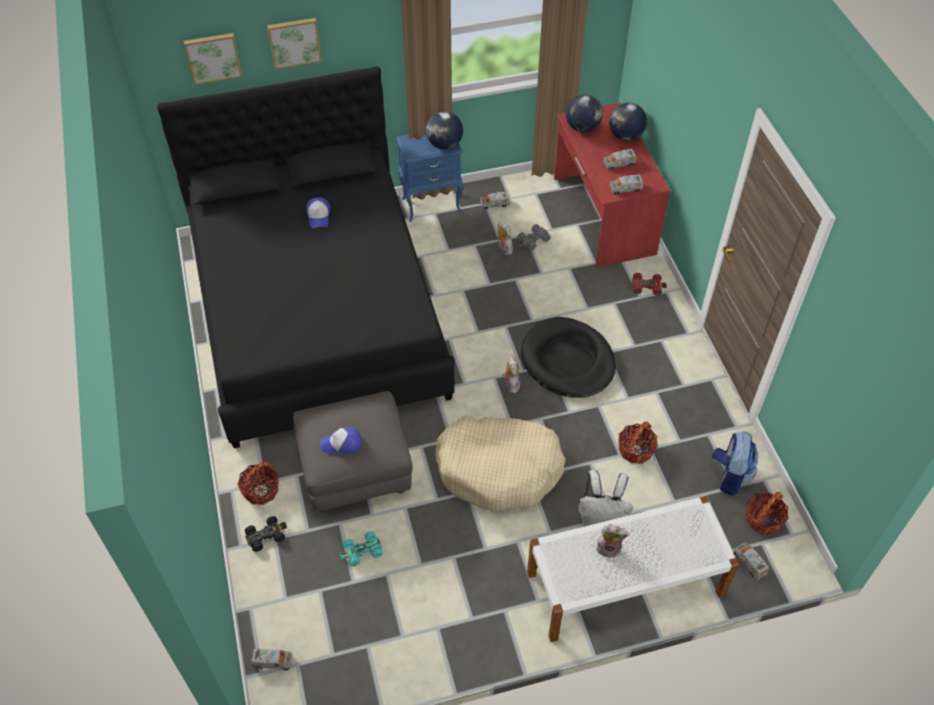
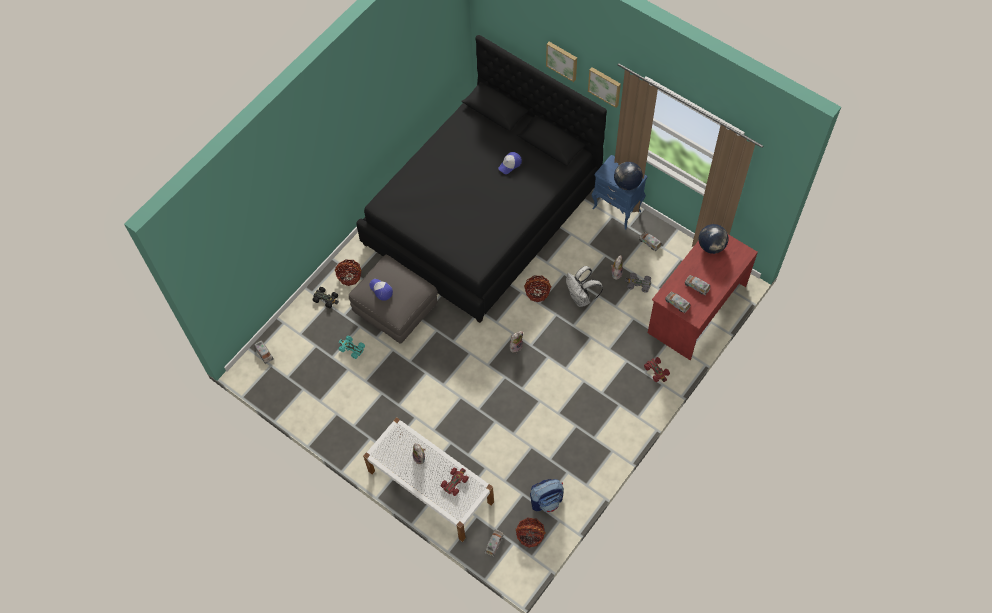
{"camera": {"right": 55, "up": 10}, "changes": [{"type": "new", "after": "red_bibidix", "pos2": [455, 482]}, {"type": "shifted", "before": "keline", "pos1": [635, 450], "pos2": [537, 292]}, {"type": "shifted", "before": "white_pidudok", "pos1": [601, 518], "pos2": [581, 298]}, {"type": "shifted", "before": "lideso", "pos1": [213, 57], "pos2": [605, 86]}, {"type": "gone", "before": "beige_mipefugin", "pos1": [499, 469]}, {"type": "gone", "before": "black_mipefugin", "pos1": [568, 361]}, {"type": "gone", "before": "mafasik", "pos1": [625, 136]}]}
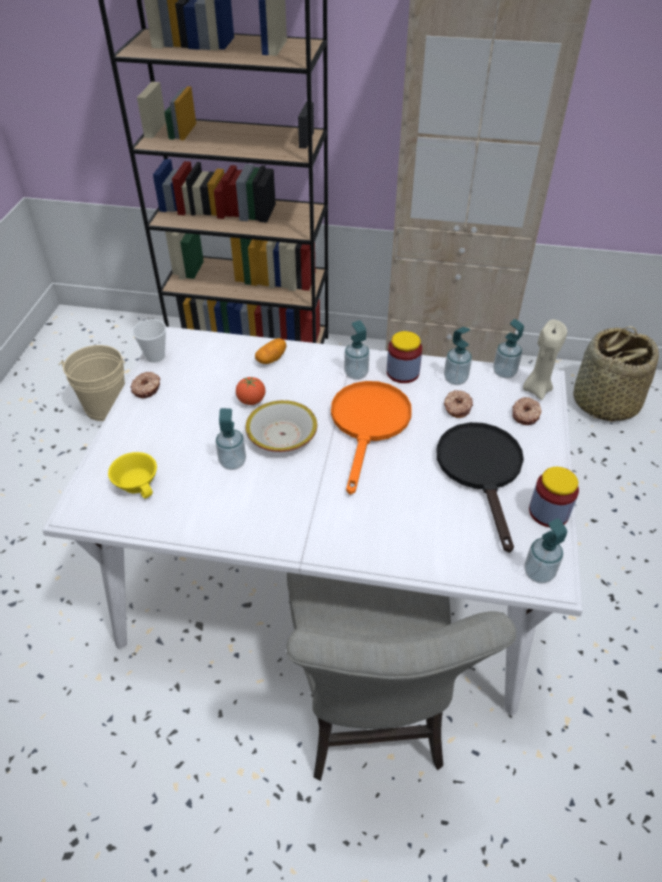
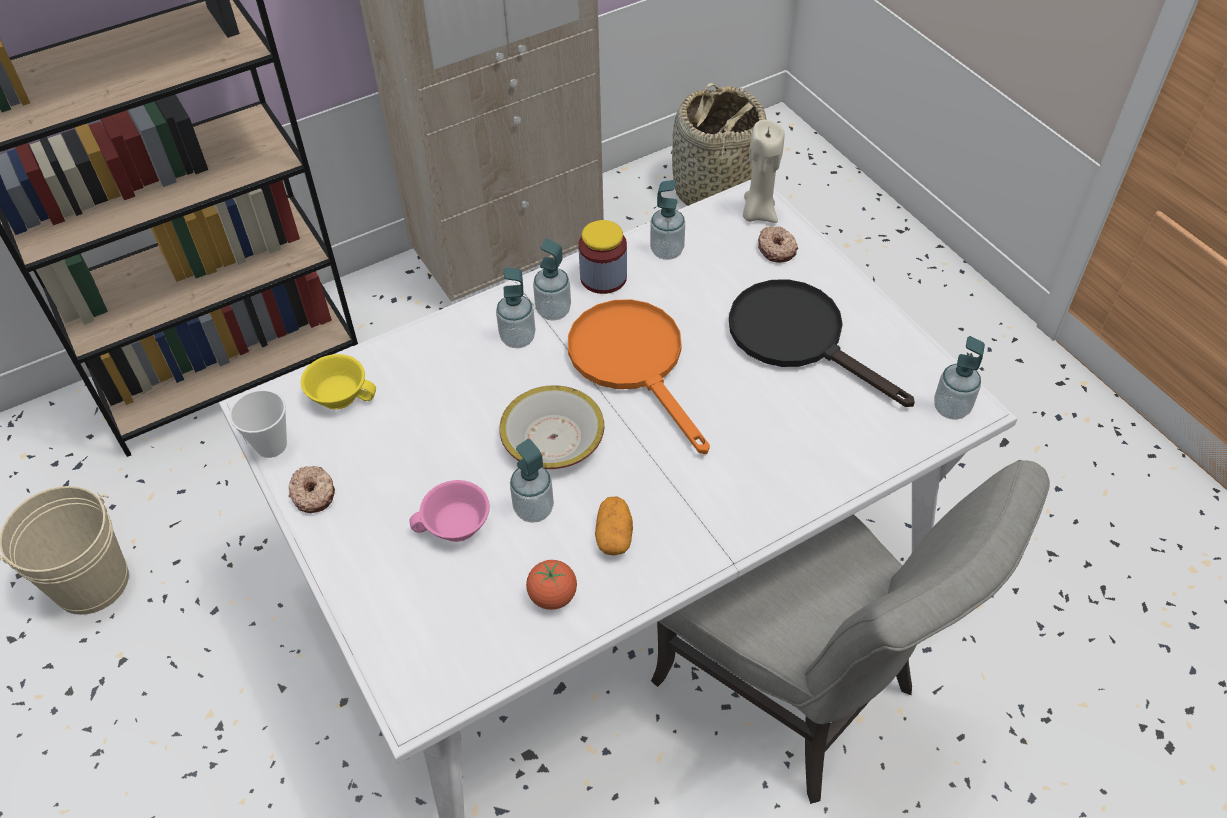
{"camera": {"right": -40, "up": 5}, "changes": [{"type": "shifted", "before": "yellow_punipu", "pos1": [139, 483], "pos2": [341, 393]}, {"type": "new", "after": "pink_punipu", "pos2": [455, 527]}, {"type": "shifted", "before": "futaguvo", "pos1": [504, 372], "pos2": [517, 338]}, {"type": "shifted", "before": "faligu", "pos1": [251, 401], "pos2": [552, 596]}, {"type": "shifted", "before": "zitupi", "pos1": [271, 358], "pos2": [614, 535]}, {"type": "gone", "before": "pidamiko", "pos1": [457, 407]}, {"type": "gone", "before": "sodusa", "pos1": [548, 512]}]}
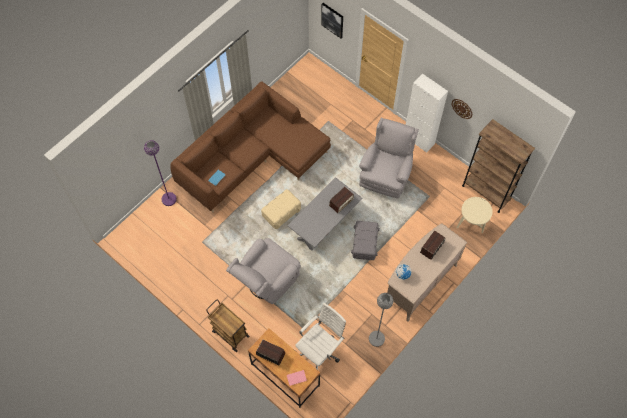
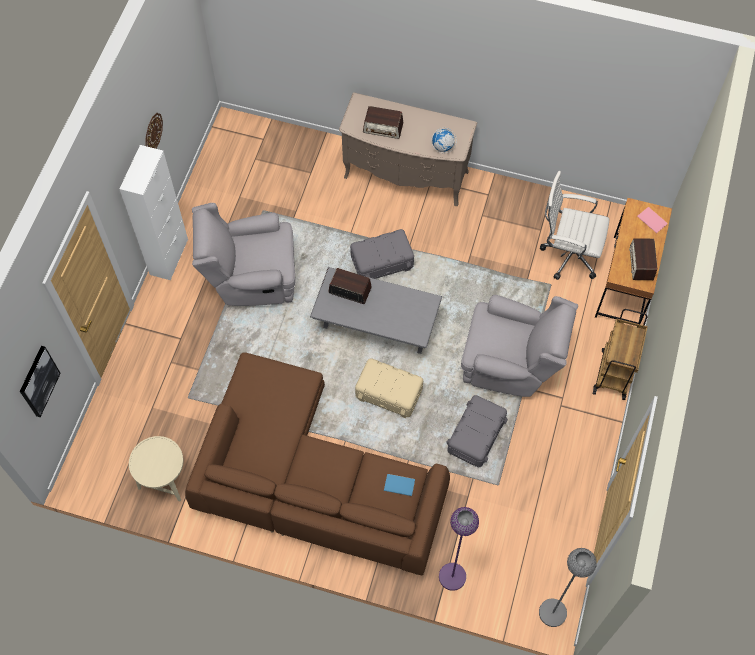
{"camera": {"right": -115, "up": 0}, "changes": [{"type": "shifted", "before": "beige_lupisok", "pos1": [471, 224], "pos2": [165, 480]}, {"type": "new", "after": "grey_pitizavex", "pos2": [476, 436]}, {"type": "shifted", "before": "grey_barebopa", "pos1": [376, 339], "pos2": [552, 612]}, {"type": "gone", "before": "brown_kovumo", "pos1": [486, 192]}]}
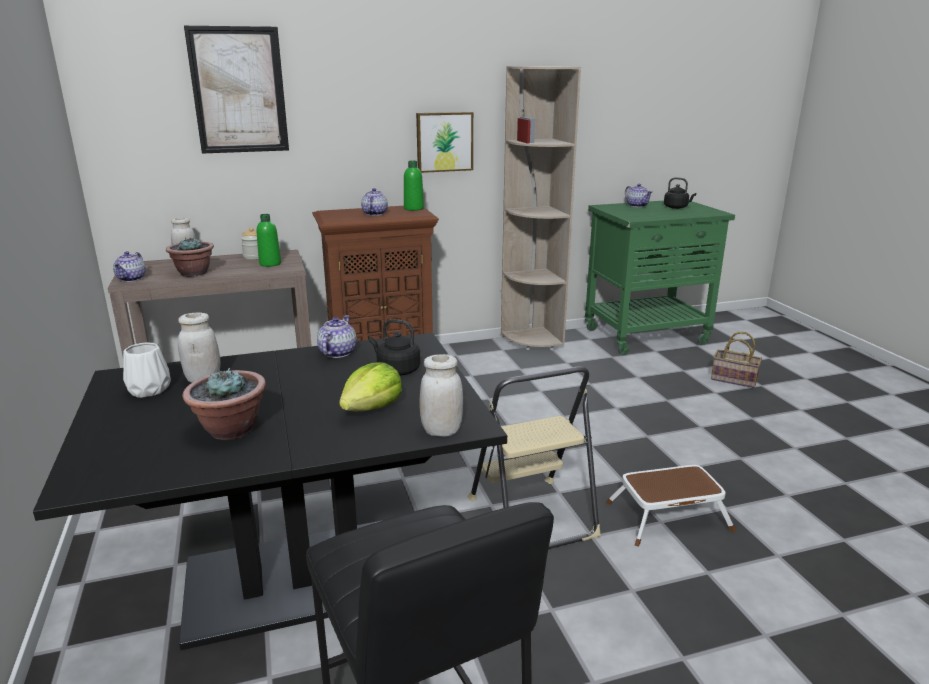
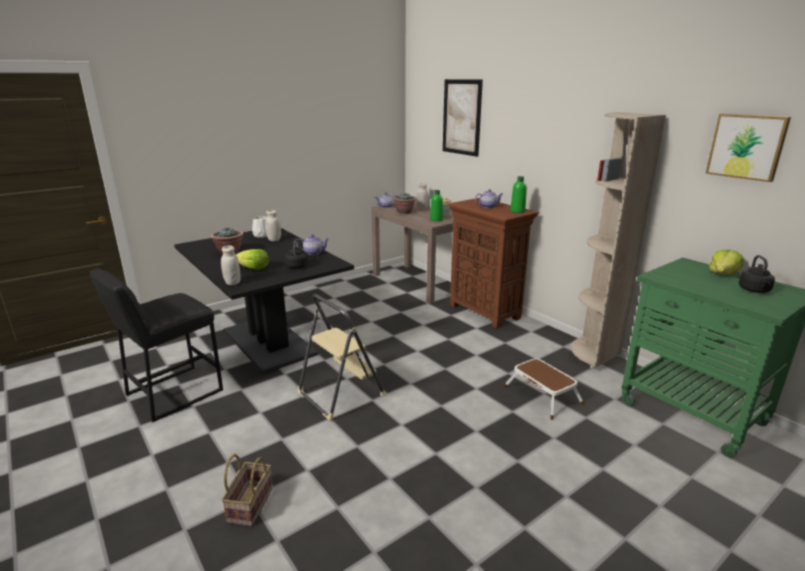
{"camera": {"right": 70, "up": 0}, "changes": [{"type": "shifted", "before": "keline", "pos1": [732, 380], "pos2": [250, 503]}, {"type": "shifted", "before": "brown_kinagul", "pos1": [669, 516], "pos2": [542, 395]}, {"type": "shifted", "before": "lideso", "pos1": [444, 141], "pos2": [747, 146]}, {"type": "swapped", "before": "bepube", "after": "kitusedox", "pos1": [637, 205], "pos2": [722, 274]}]}
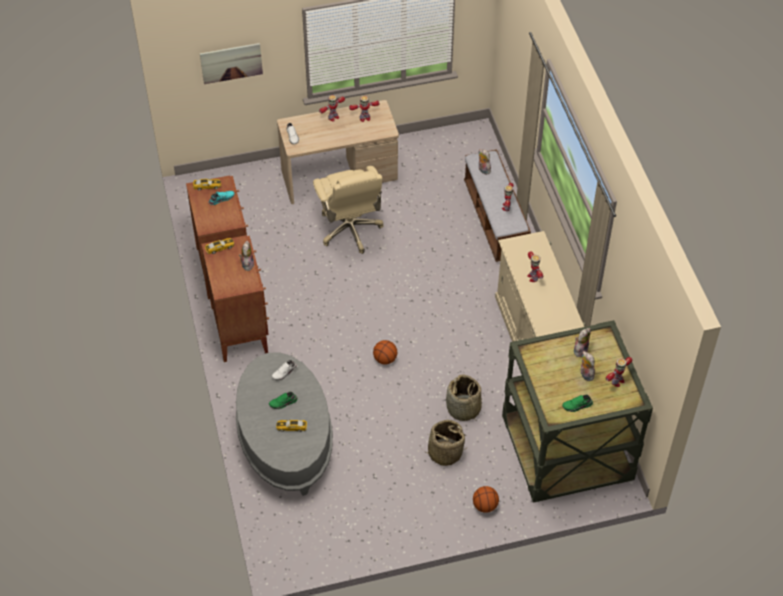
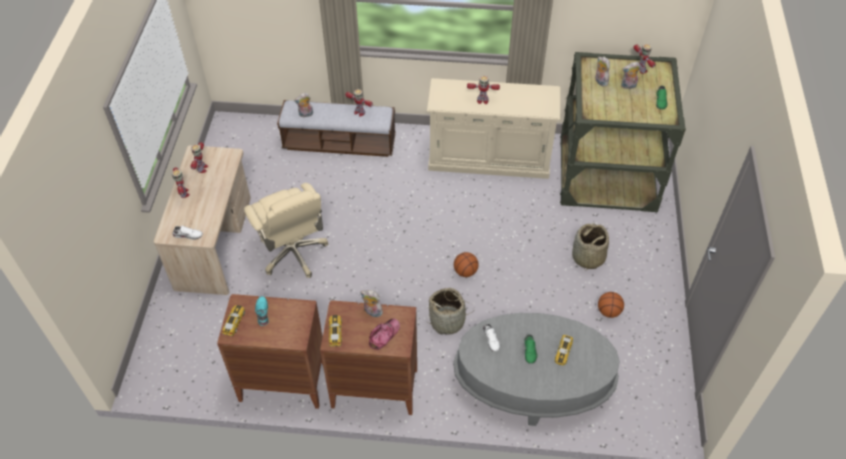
{"camera": {"right": -70, "up": 0}, "changes": [{"type": "rotated", "before": "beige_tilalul", "pos1": [350, 231], "pos2": [293, 254], "turn": 60}, {"type": "new", "after": "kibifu", "pos2": [384, 335]}, {"type": "shifted", "before": "keline", "pos1": [463, 409], "pos2": [447, 321]}, {"type": "shifted", "before": "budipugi", "pos1": [485, 506], "pos2": [608, 311]}, {"type": "gone", "before": "lideso", "pos1": [231, 63]}]}
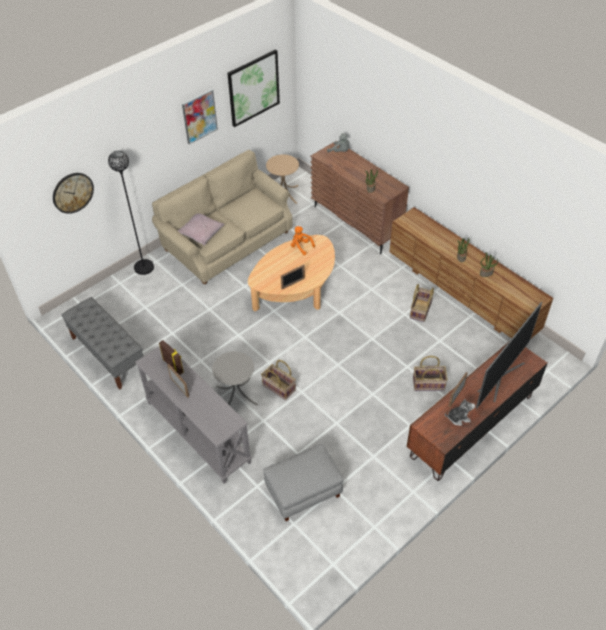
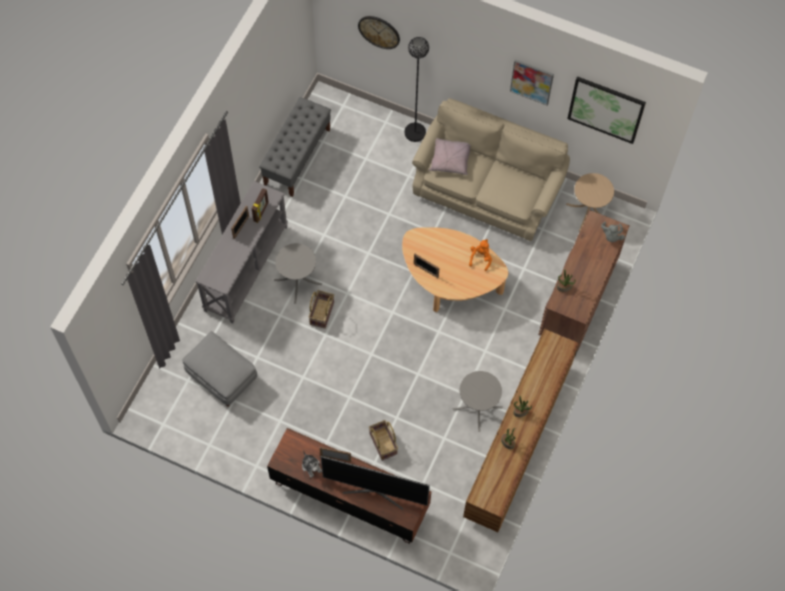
{"camera": {"right": 65, "up": 15}, "changes": [{"type": "swapped", "before": "keline", "after": "grey_lupisok", "pos1": [421, 310], "pos2": [477, 408]}]}
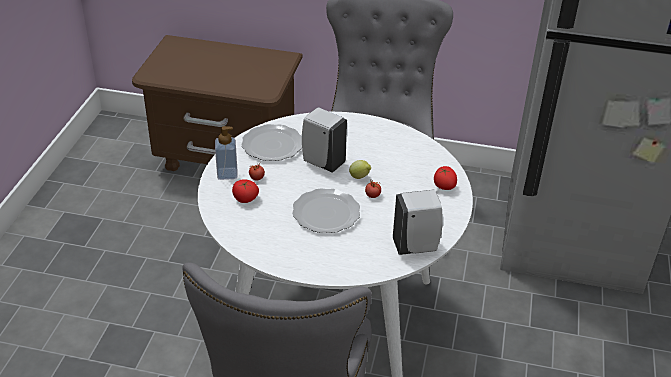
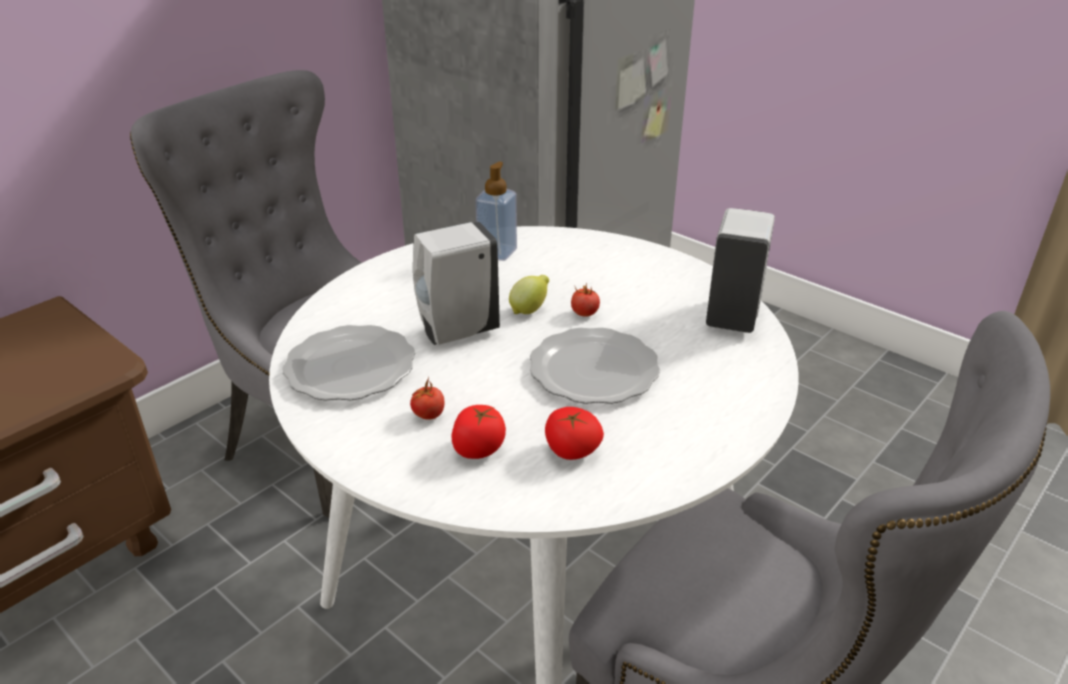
{"camera": {"right": -60, "up": -5}, "changes": [{"type": "shifted", "before": "futaguvo", "pos1": [227, 174], "pos2": [497, 252]}, {"type": "shifted", "before": "faligu", "pos1": [444, 186], "pos2": [571, 451]}]}
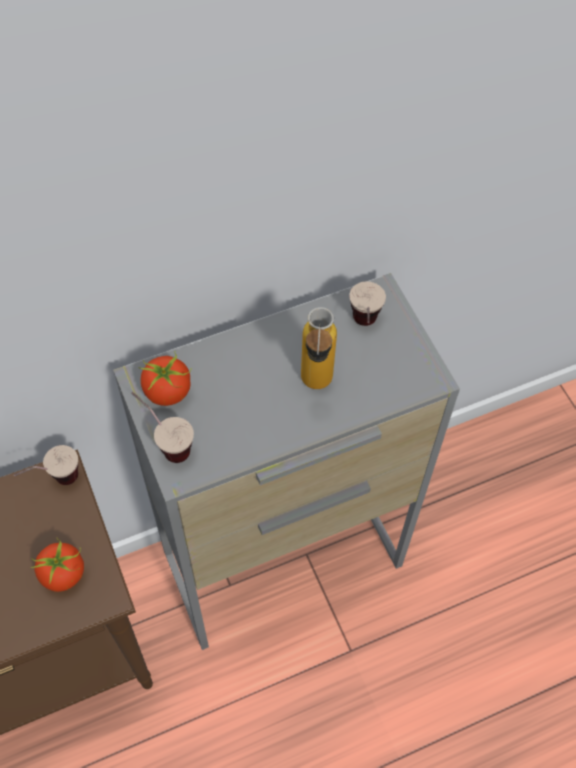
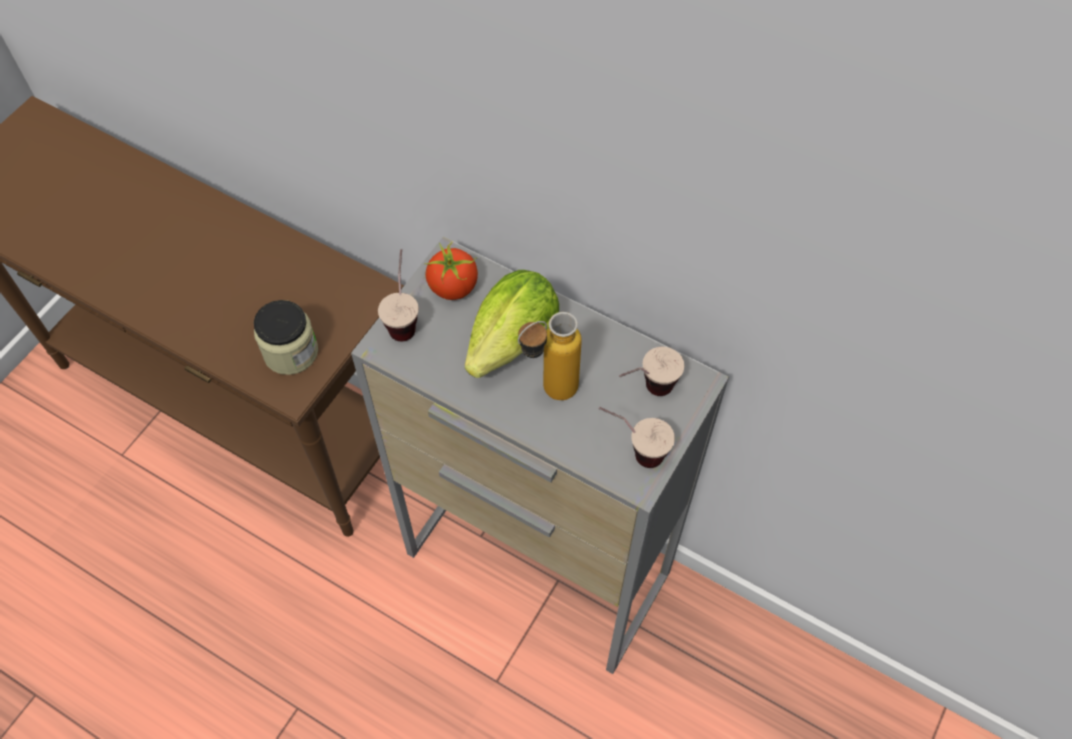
{"camera": {"right": 55, "up": 0}, "changes": [{"type": "swapped", "before": "faligu", "after": "sodusa", "pos1": [64, 573], "pos2": [291, 352]}, {"type": "new", "after": "kitusedox", "pos2": [508, 347]}, {"type": "shifted", "before": "punipu", "pos1": [54, 482], "pos2": [632, 451]}]}
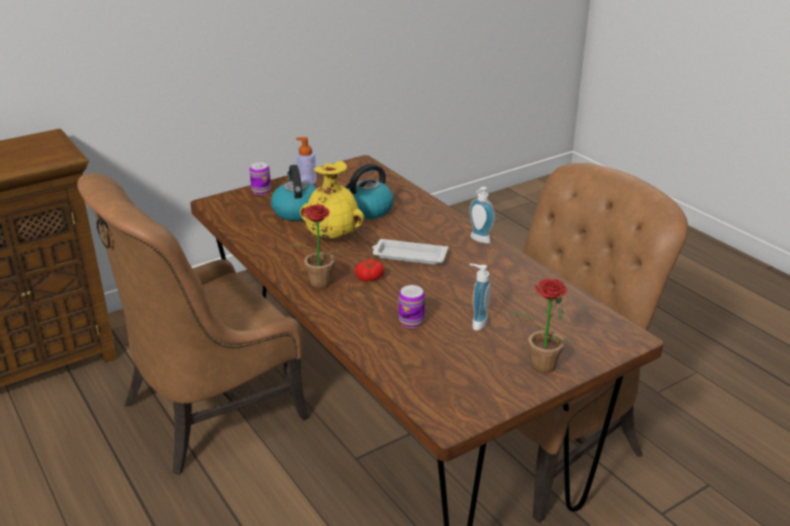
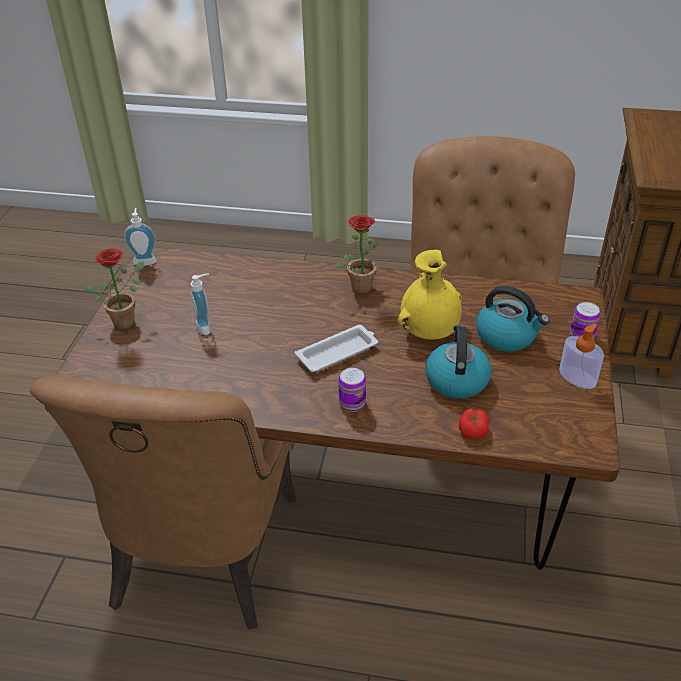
{"camera": {"right": 135, "up": 10}, "changes": [{"type": "shifted", "before": "futaguvo", "pos1": [478, 240], "pos2": [145, 260]}, {"type": "shifted", "before": "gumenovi", "pos1": [411, 321], "pos2": [352, 403]}, {"type": "shifted", "before": "faligu", "pos1": [370, 277], "pos2": [473, 430]}]}
